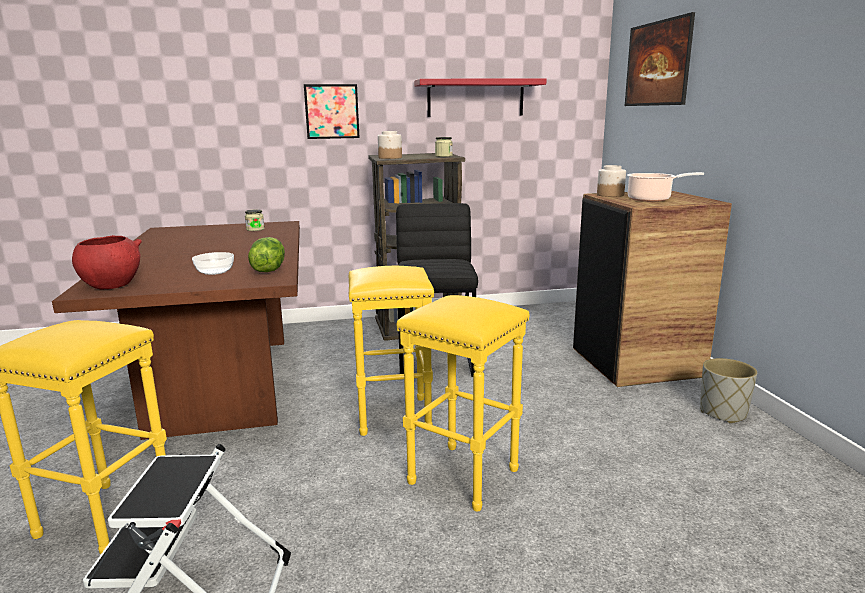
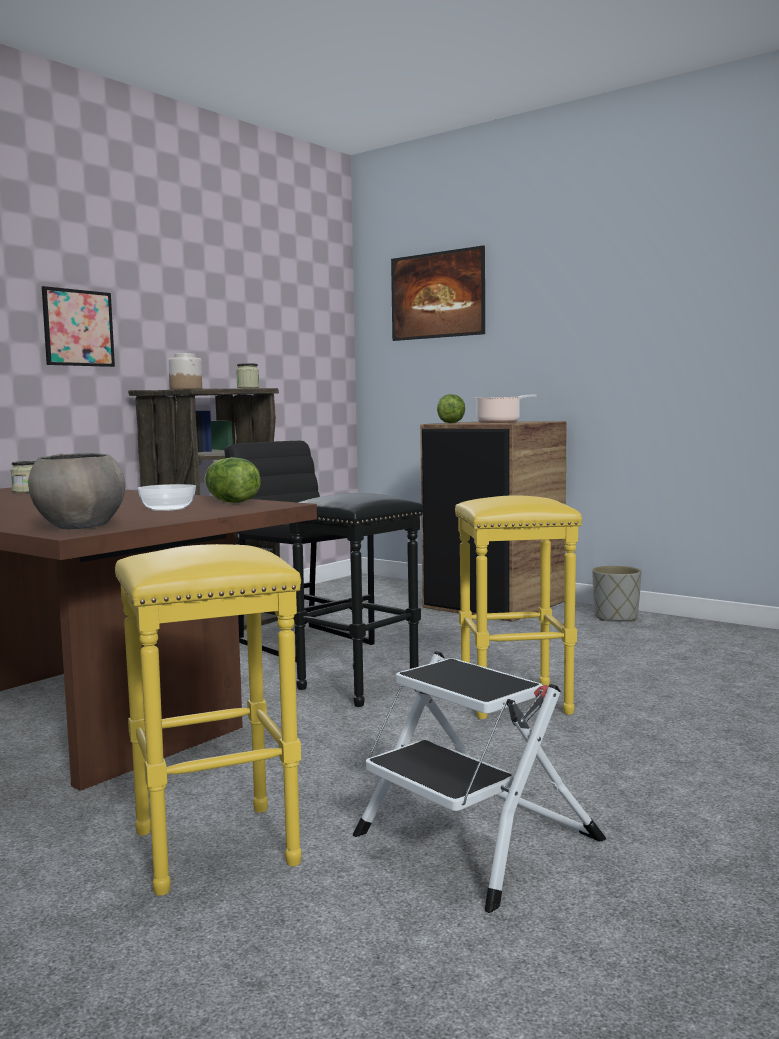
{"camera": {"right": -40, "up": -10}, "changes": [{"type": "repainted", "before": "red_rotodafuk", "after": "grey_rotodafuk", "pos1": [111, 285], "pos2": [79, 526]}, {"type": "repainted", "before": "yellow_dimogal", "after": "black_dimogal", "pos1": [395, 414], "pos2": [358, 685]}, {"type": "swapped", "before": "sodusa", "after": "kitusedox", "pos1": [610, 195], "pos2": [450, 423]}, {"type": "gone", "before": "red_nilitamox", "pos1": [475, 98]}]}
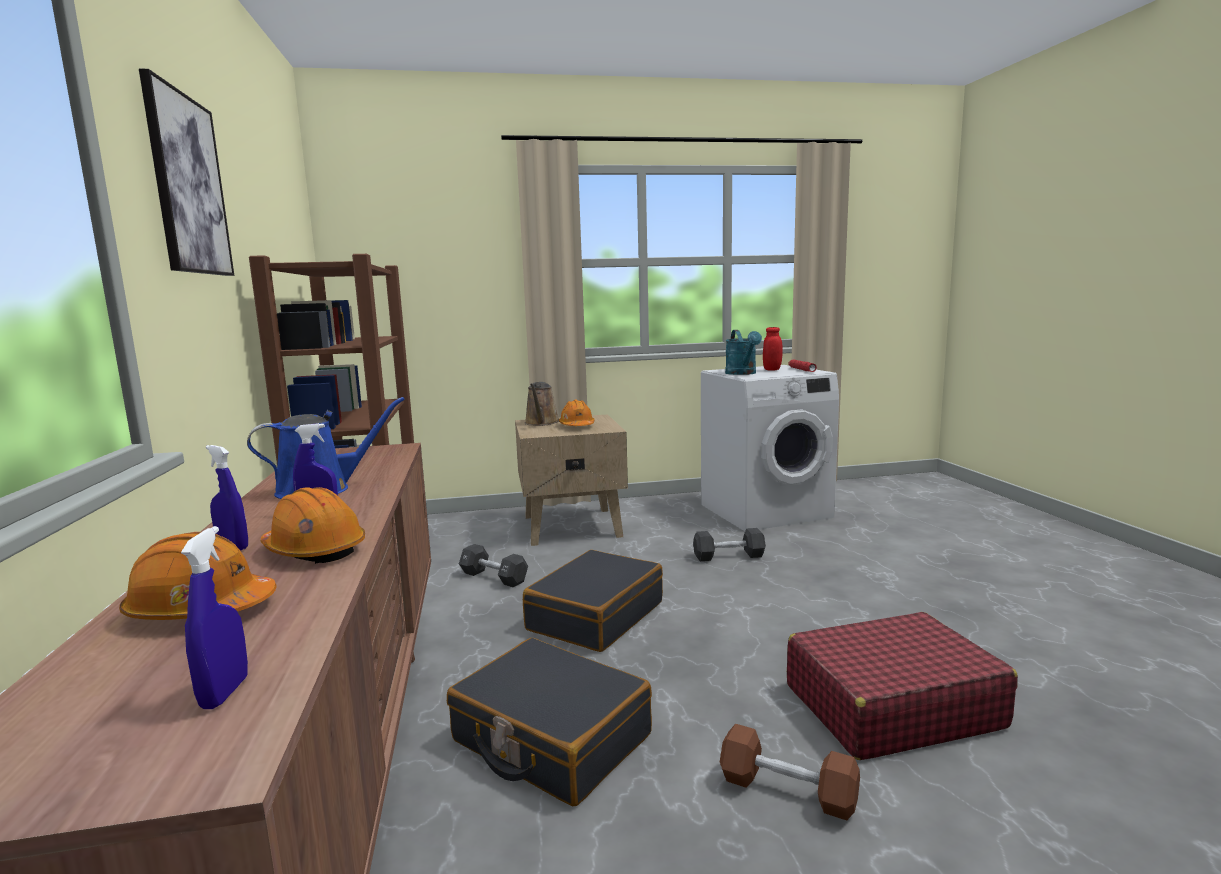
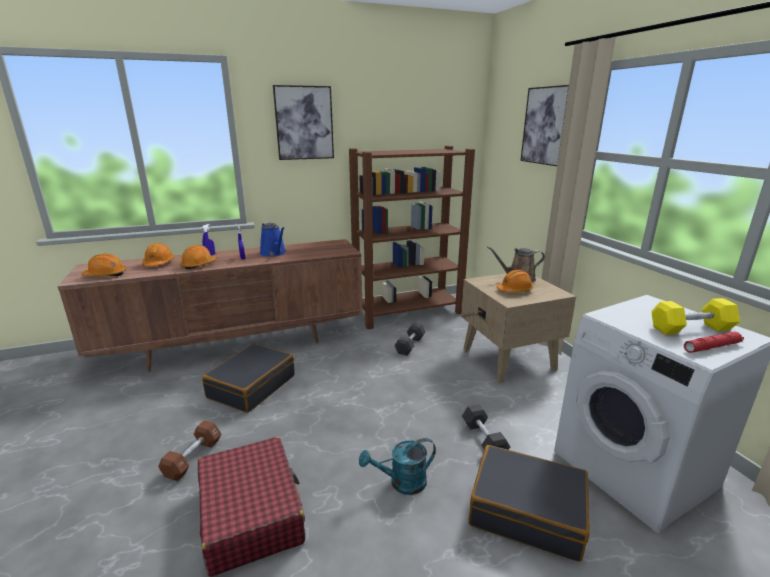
{"camera": {"right": 80, "up": 10}, "changes": [{"type": "swapped", "before": "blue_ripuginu", "after": "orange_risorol", "pos1": [224, 693], "pos2": [106, 275]}, {"type": "shifted", "before": "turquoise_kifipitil", "pos1": [743, 373], "pos2": [401, 483]}, {"type": "shifted", "before": "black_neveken", "pos1": [595, 616], "pos2": [527, 511]}, {"type": "new", "after": "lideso", "pos2": [545, 126]}, {"type": "swapped", "before": "red_sodusa", "after": "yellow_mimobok", "pos1": [772, 369], "pos2": [690, 329]}]}
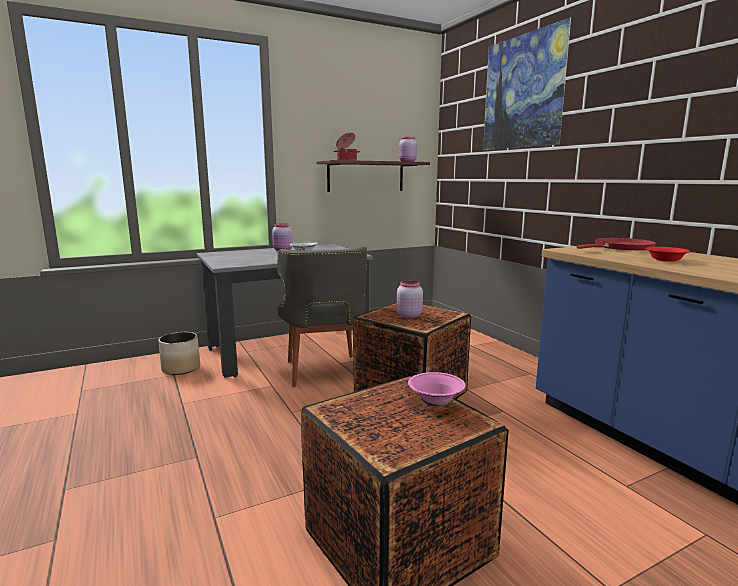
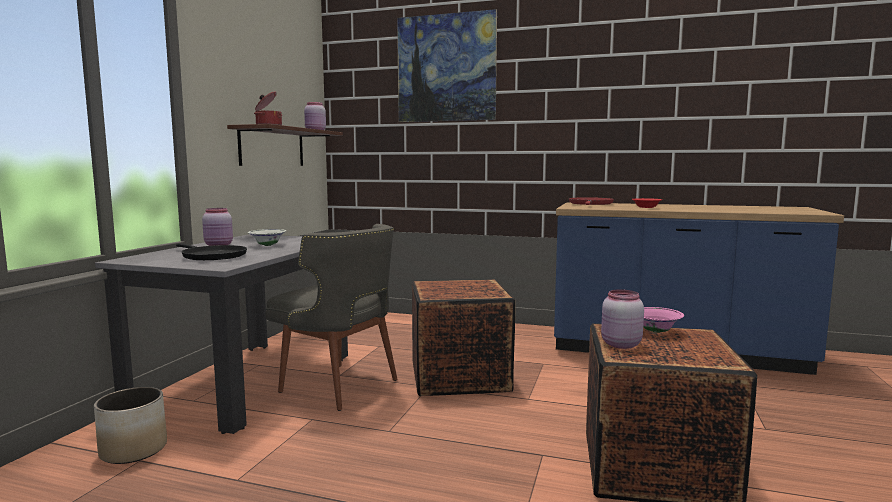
{"camera": {"right": -45, "up": -5}, "changes": [{"type": "new", "after": "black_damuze", "pos2": [212, 256]}, {"type": "shifted", "before": "pink_sodusa", "pos1": [408, 316], "pos2": [619, 344]}]}
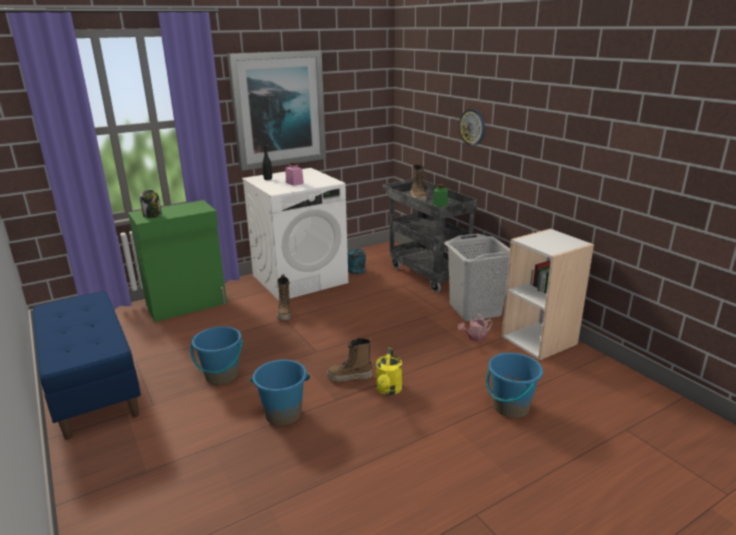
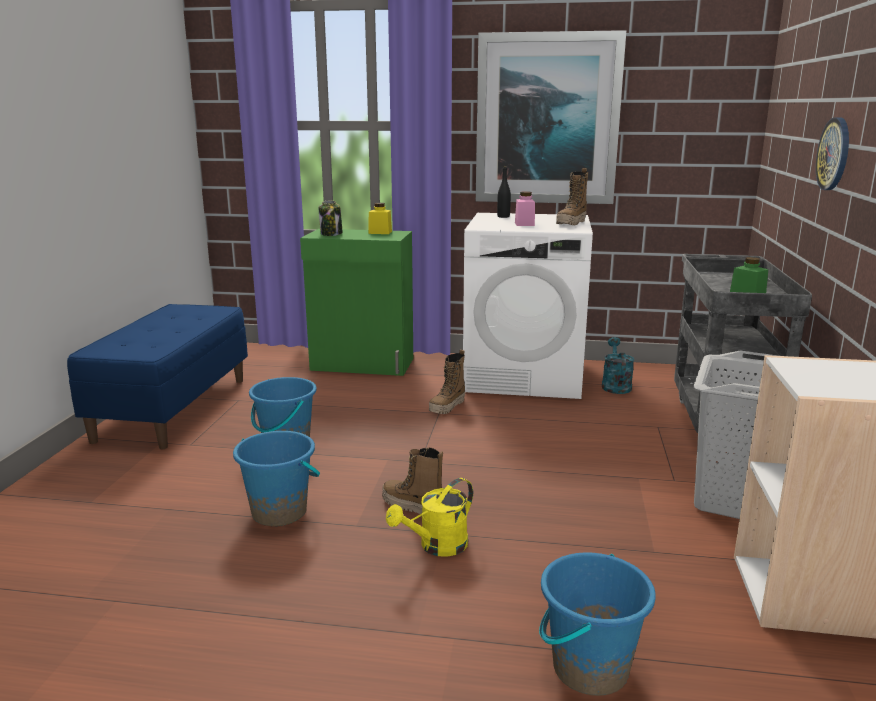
{"camera": {"right": 40, "up": -5}, "changes": [{"type": "new", "after": "yellow_sodusa", "pos2": [380, 232]}, {"type": "shifted", "before": "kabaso", "pos1": [418, 198], "pos2": [571, 223]}, {"type": "gone", "before": "kifipitil", "pos1": [475, 338]}]}
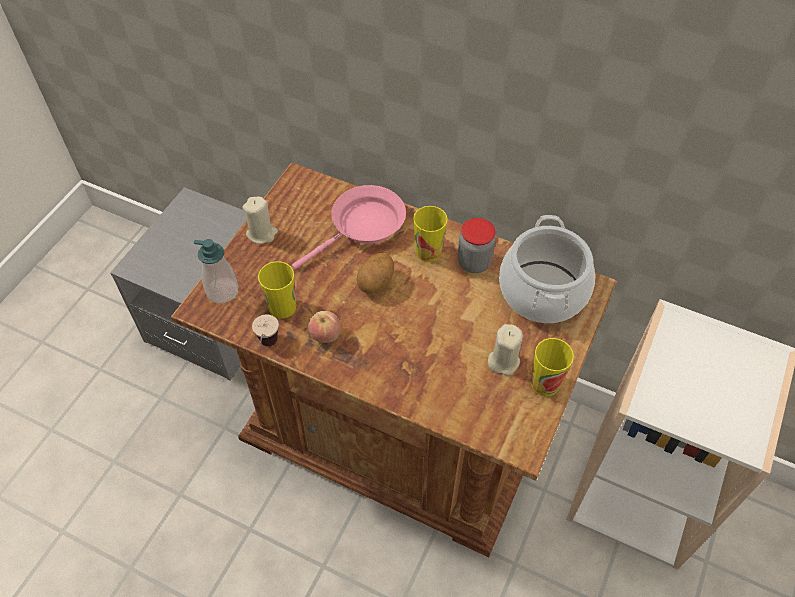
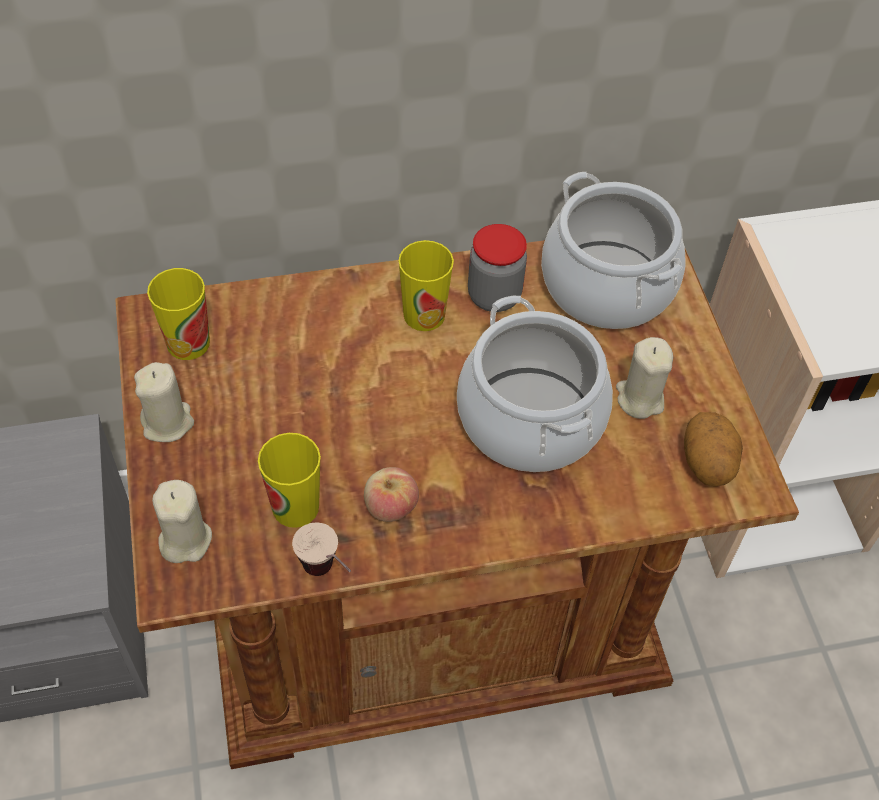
{"camera": {"right": -40, "up": 0}, "changes": [{"type": "shifted", "before": "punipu", "pos1": [545, 383], "pos2": [188, 343]}, {"type": "swapped", "before": "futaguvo", "after": "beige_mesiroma", "pos1": [222, 291], "pos2": [185, 539]}, {"type": "new", "after": "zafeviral", "pos2": [530, 419]}, {"type": "shifted", "before": "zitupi", "pos1": [376, 283], "pos2": [707, 463]}, {"type": "gone", "before": "pink_damuze", "pos1": [363, 227]}]}
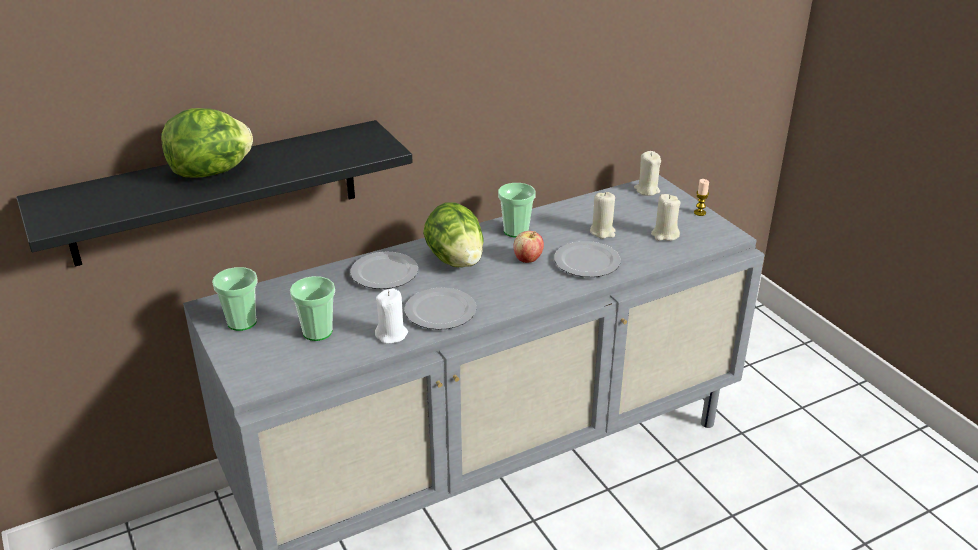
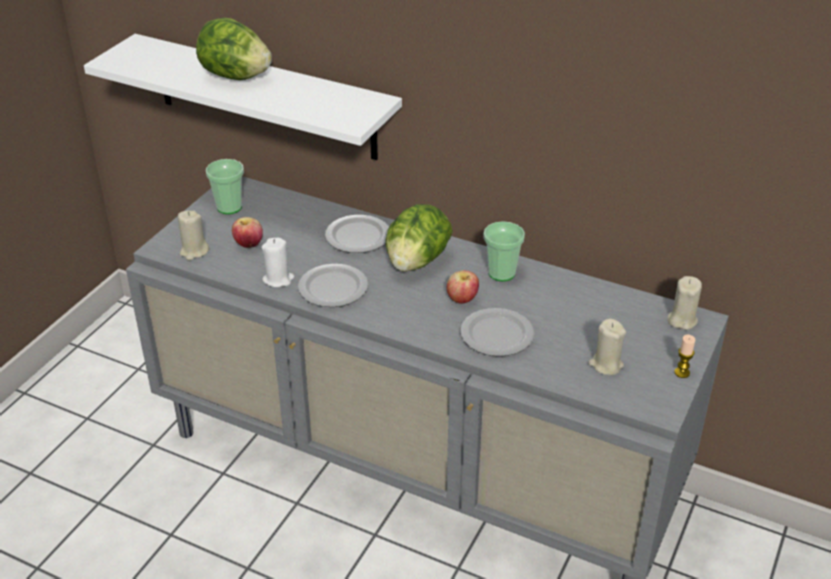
{"camera": {"right": 55, "up": 5}, "changes": [{"type": "repainted", "before": "black_nilitamox", "after": "white_nilitamox", "pos1": [216, 192], "pos2": [265, 97]}, {"type": "shifted", "before": "beige_mesiroma", "pos1": [602, 232], "pos2": [194, 251]}, {"type": "swapped", "before": "punipu", "after": "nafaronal", "pos1": [317, 332], "pos2": [248, 244]}]}
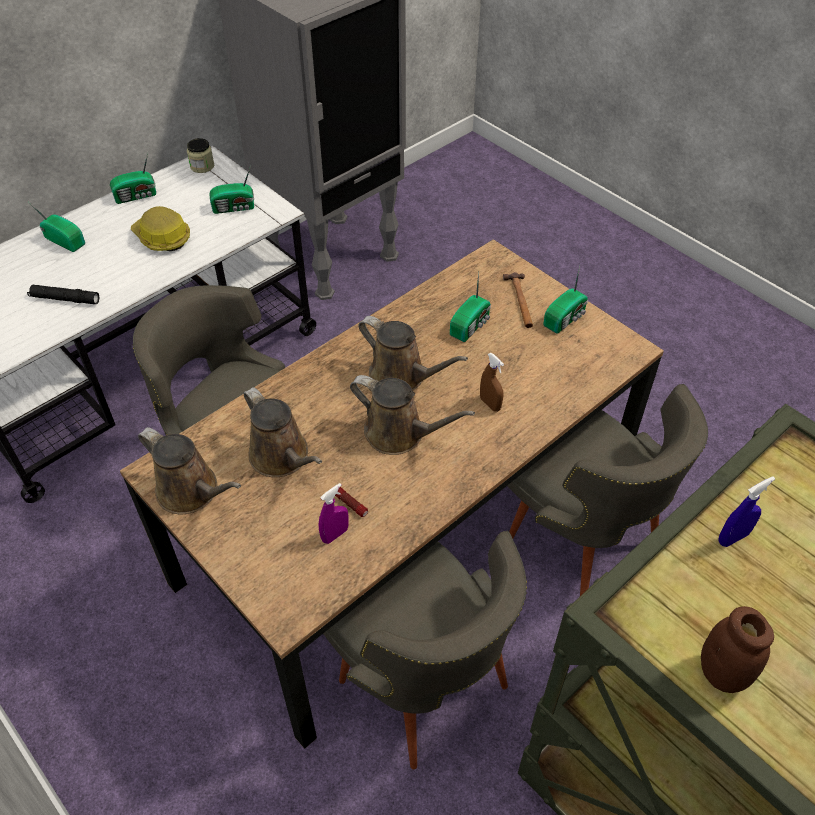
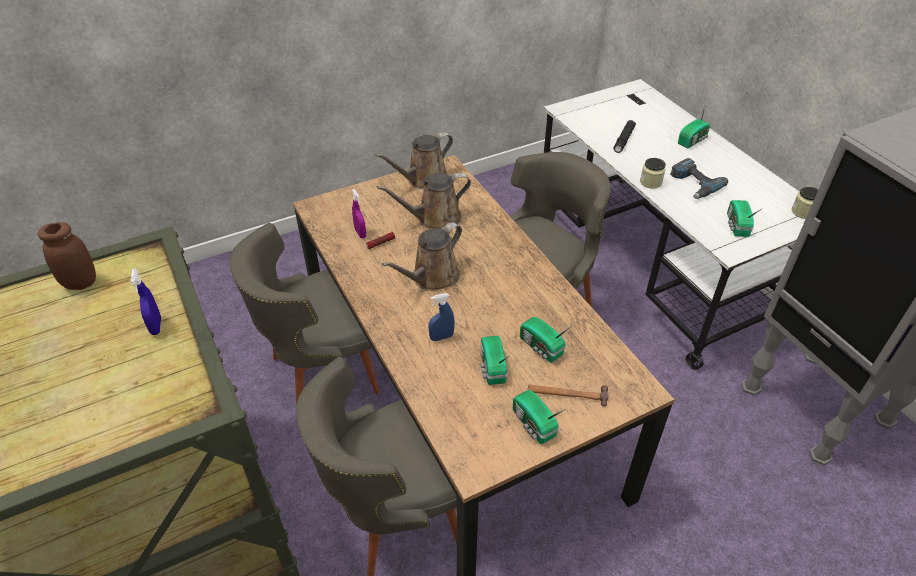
{"camera": {"right": 105, "up": -5}, "changes": [{"type": "repainted", "before": "brown_ripuginu", "after": "blue_ripuginu", "pos1": [490, 404], "pos2": [441, 337]}, {"type": "shifted", "before": "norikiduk", "pos1": [137, 196], "pos2": [492, 368]}, {"type": "new", "after": "sodusa", "pos2": [650, 182]}, {"type": "swapped", "before": "risorol", "after": "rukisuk", "pos1": [162, 238], "pos2": [693, 184]}, {"type": "gone", "before": "brown_kifipitil", "pos1": [402, 376]}]}
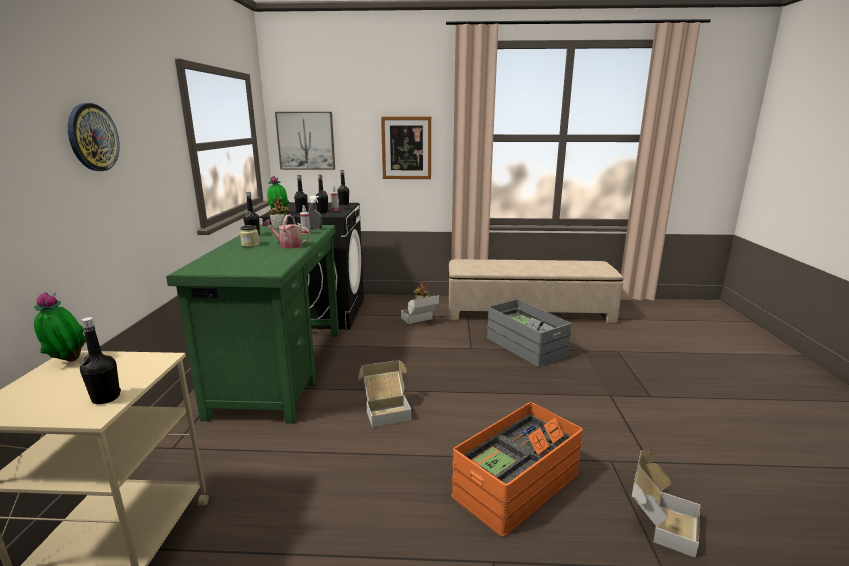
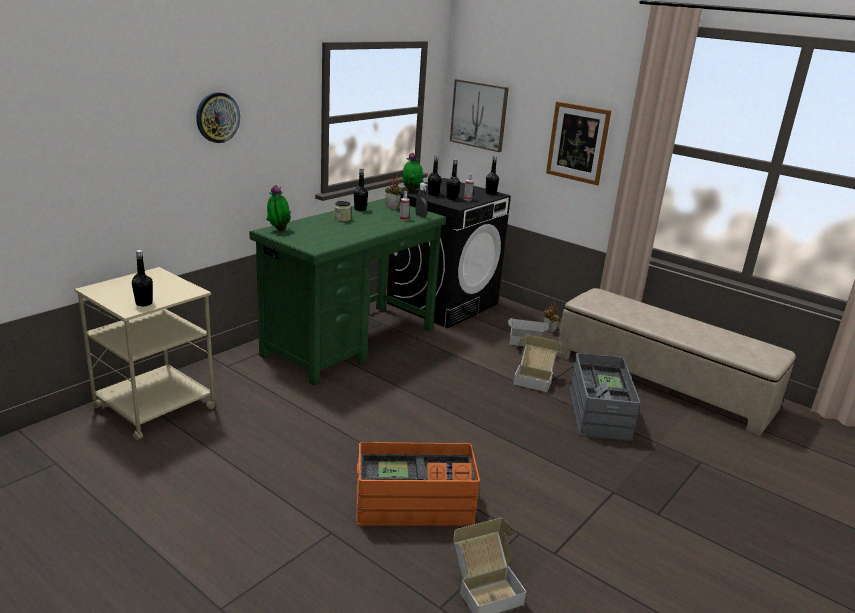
{"camera": {"right": 35, "up": 5}, "changes": [{"type": "shifted", "before": "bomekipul", "pos1": [67, 361], "pos2": [278, 229]}, {"type": "shifted", "before": "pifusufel", "pos1": [386, 410], "pos2": [534, 379]}, {"type": "gone", "before": "kifipitil", "pos1": [287, 245]}]}
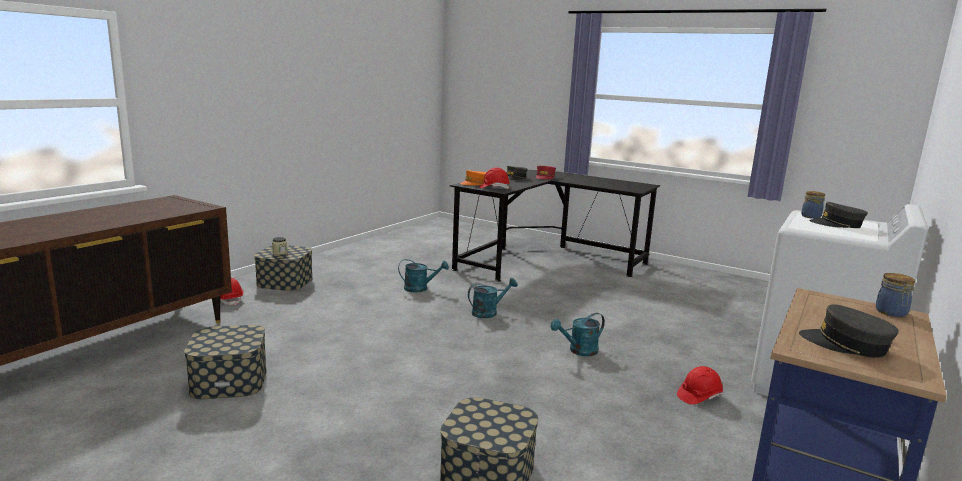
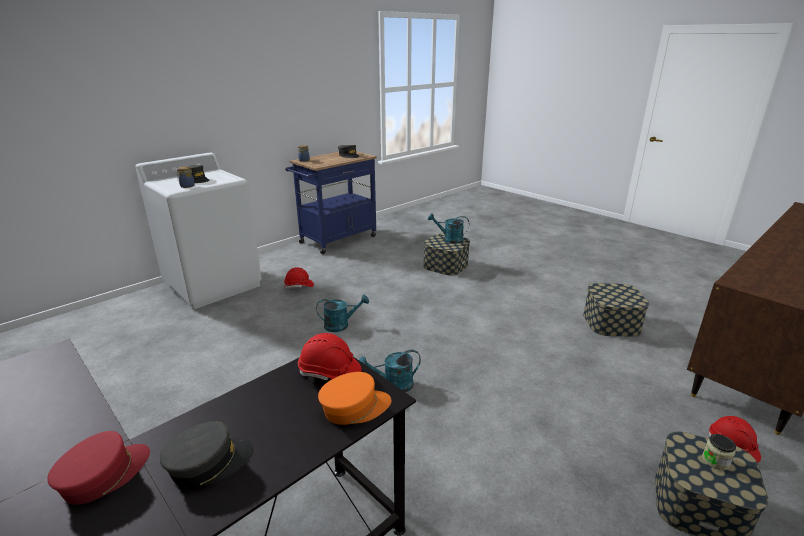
{"camera": {"right": -165, "up": 10}, "changes": [{"type": "shifted", "before": "turquoise_kifipitil", "pos1": [420, 288], "pos2": [449, 239]}]}
